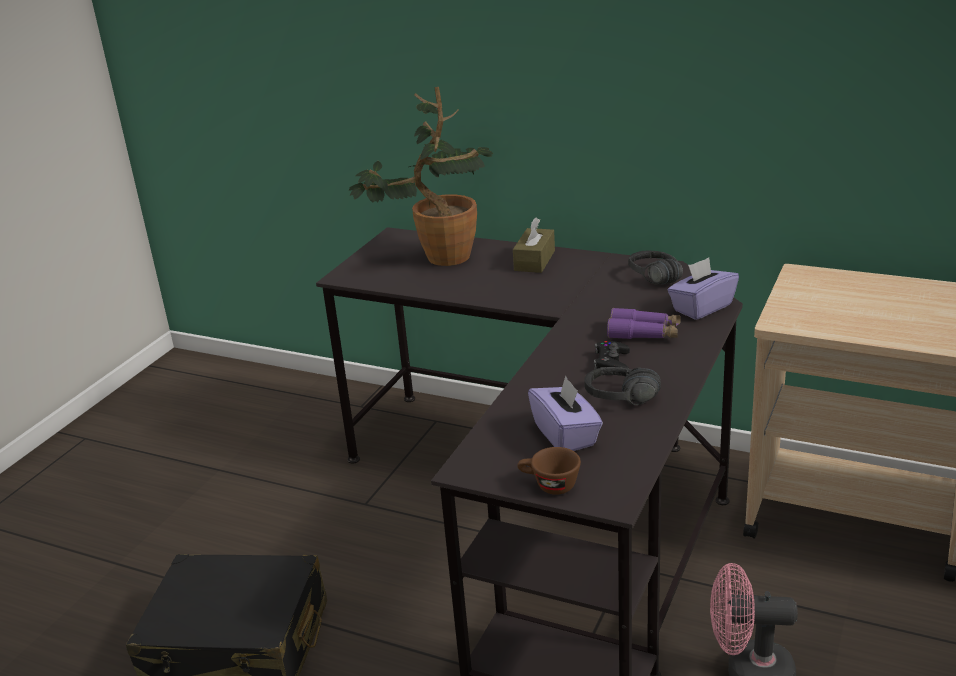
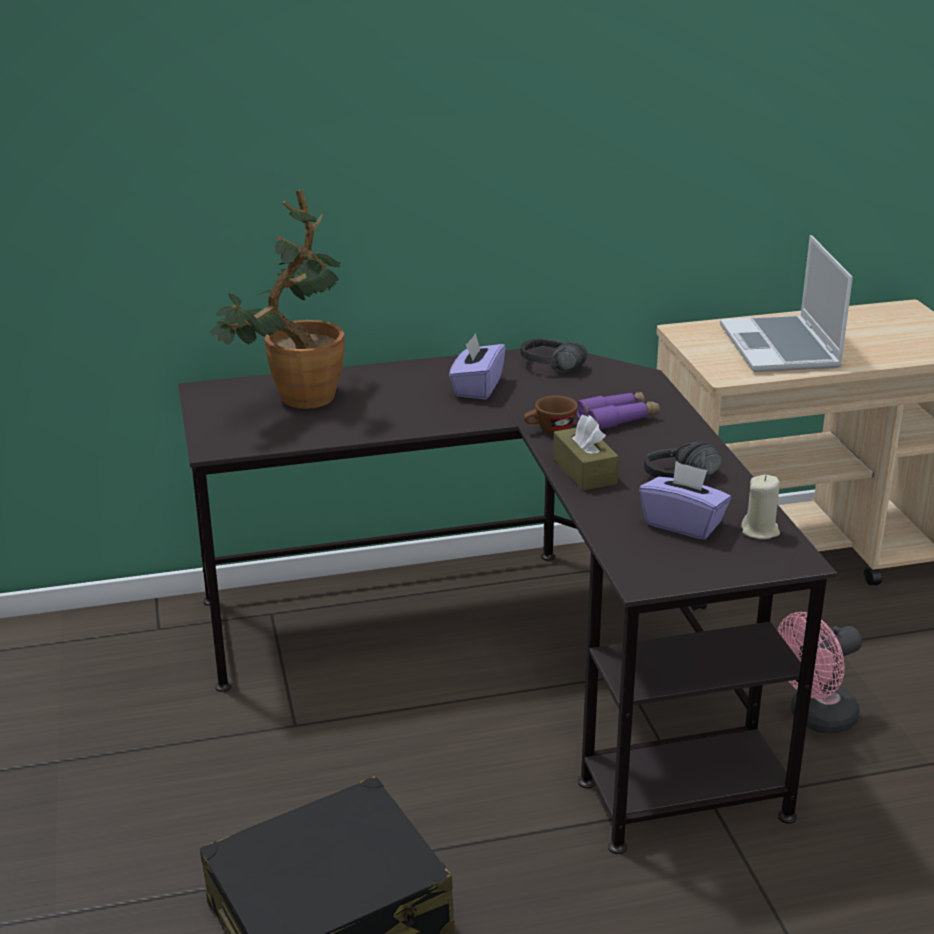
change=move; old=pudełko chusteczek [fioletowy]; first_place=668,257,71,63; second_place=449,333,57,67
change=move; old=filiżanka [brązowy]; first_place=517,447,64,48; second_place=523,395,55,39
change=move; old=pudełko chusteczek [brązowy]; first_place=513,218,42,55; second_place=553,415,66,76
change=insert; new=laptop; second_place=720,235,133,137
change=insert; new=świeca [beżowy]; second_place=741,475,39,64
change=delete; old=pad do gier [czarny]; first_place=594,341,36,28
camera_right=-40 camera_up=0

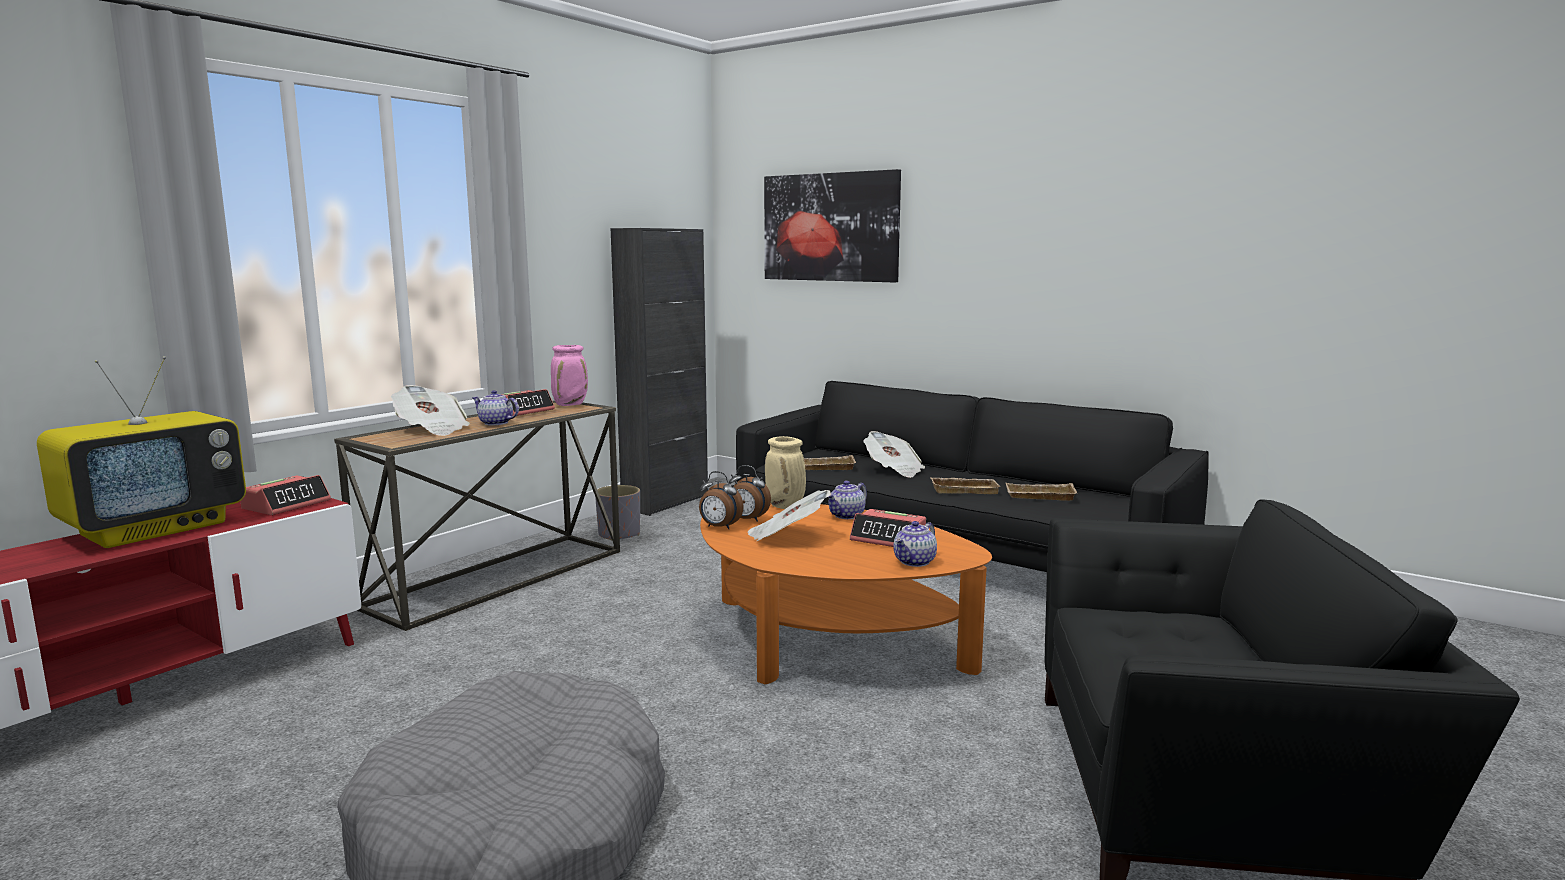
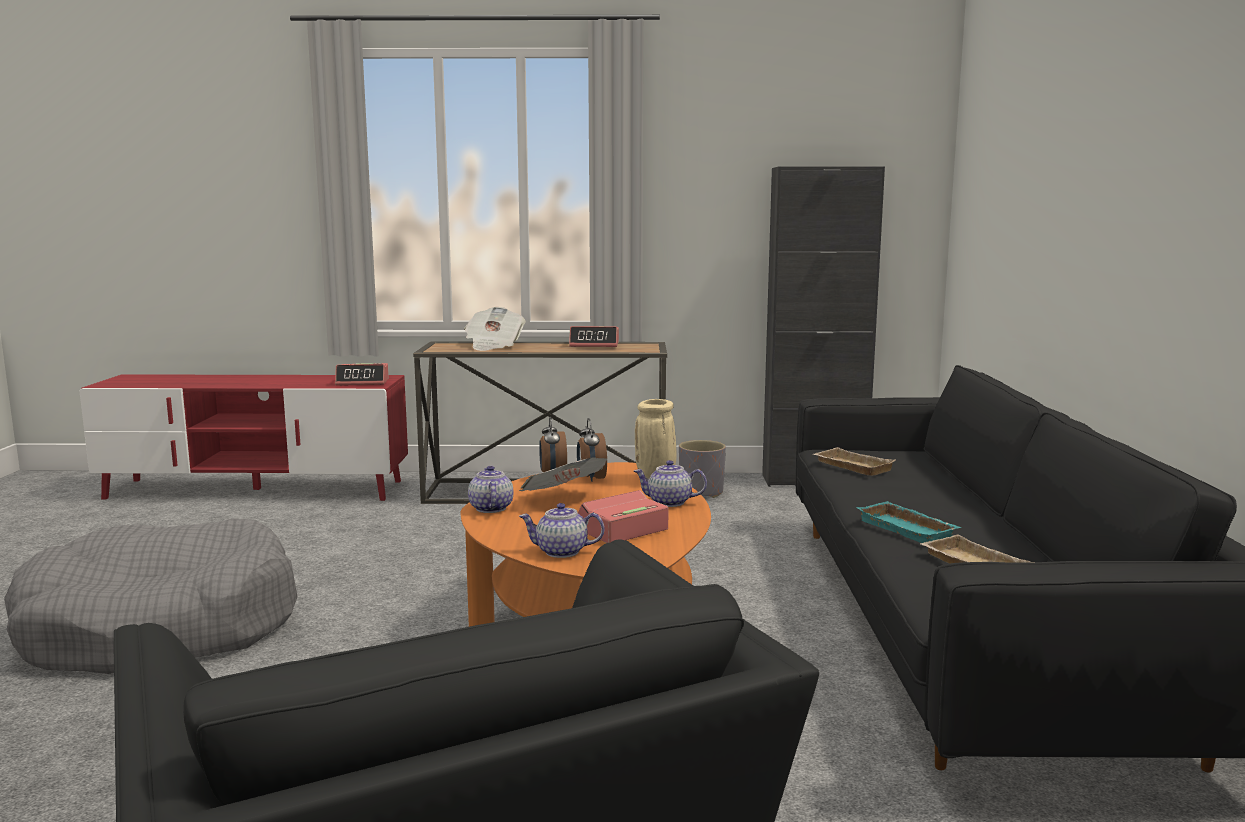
change=move; old=imbryk; first_place=472,390,47,36; second_place=468,466,45,47
change=rotate; old=budzik; first_place=850,509,76,38; second_place=578,490,90,53; degrees=60
change=recolor; old=taca [beżowy]; new=taca [turkusowy]; first_place=930,477,71,17; second_place=856,501,105,42
change=delete; old=telewizor; first_place=37,356,209,192
change=delete; old=wazon [różowy]; first_place=551,345,37,61
change=delete; old=obraz; first_place=764,169,137,113
change=delete; old=gazeta; first_place=864,431,61,47
camera_right=55 camera_up=0

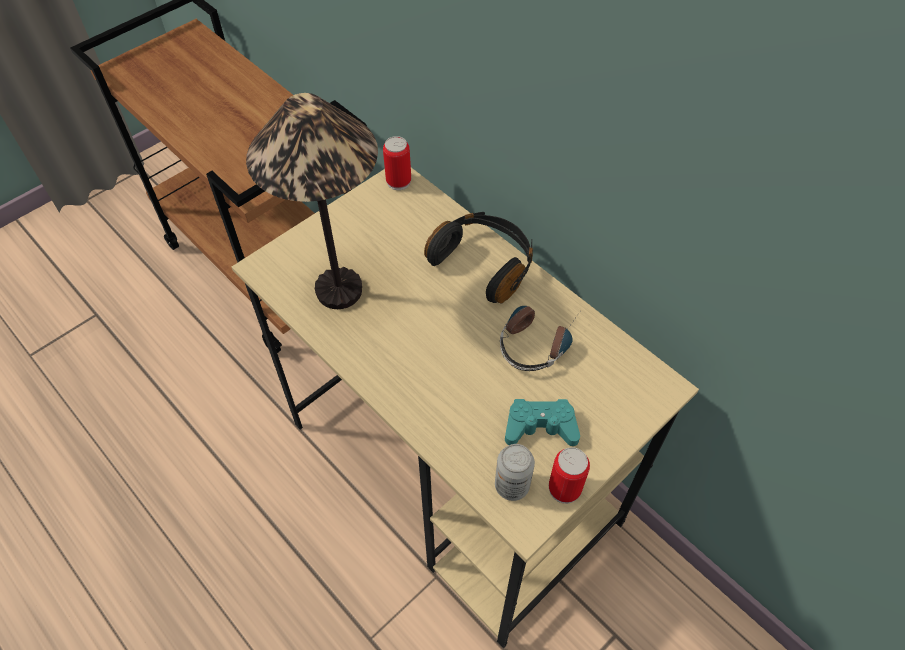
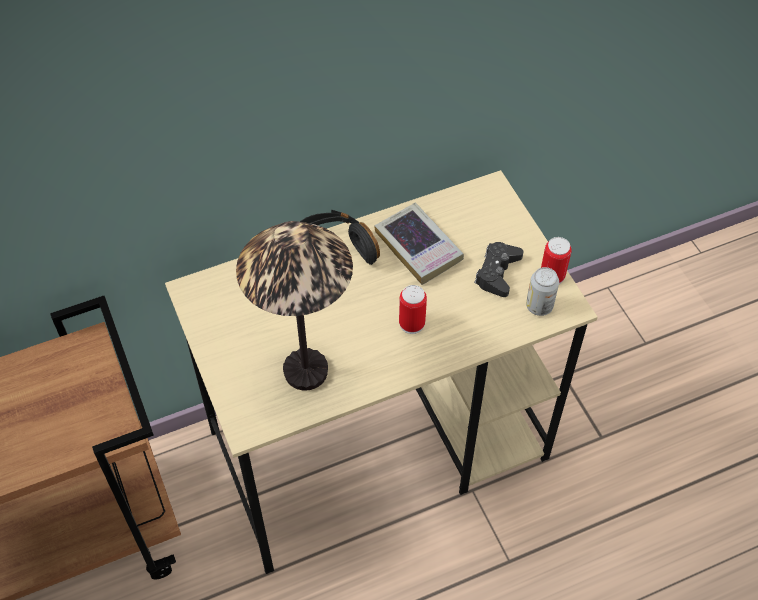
change=replace; old=słuchawki; new=książka; first_place=500,306,80,65; second_place=374,203,90,82
change=move; old=puszka; first_place=383,136,28,54; second_place=399,285,28,49
change=recolor; old=pad do gier [turkusowy]; new=pad do gier [czarny]; first_place=505,399,75,47; second_place=474,242,50,55
camera_right=-70 camera_up=0

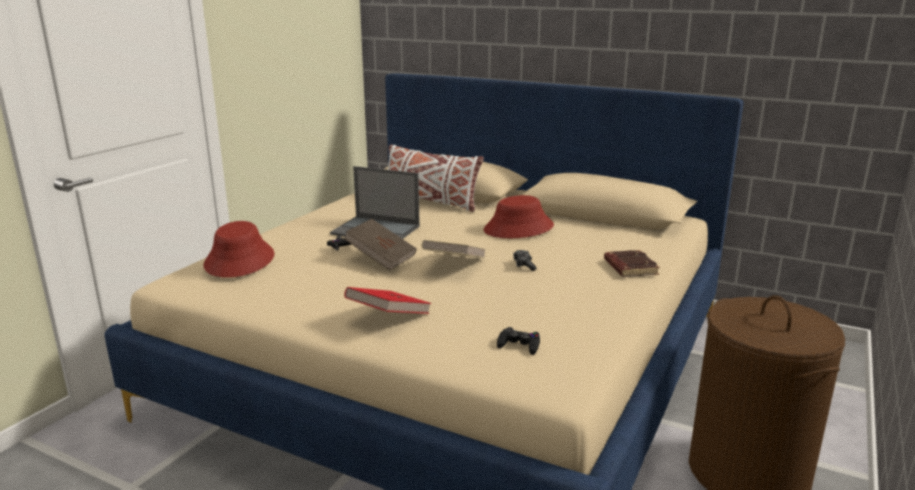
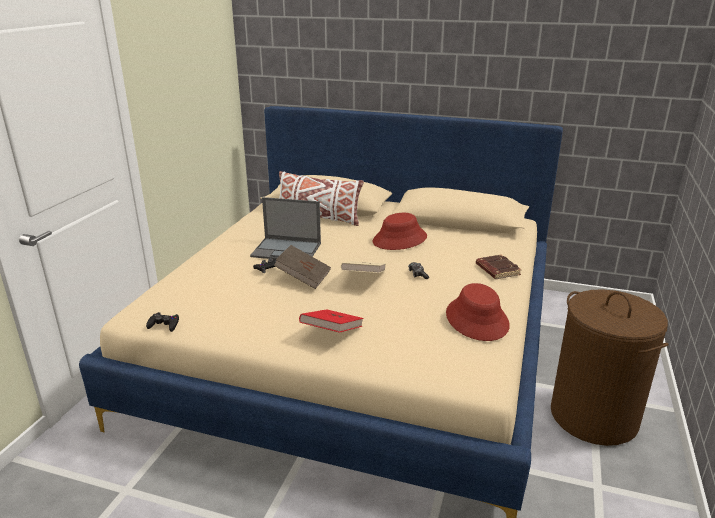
change=move; old=pad do gier [czarny]; first_place=497,327,43,28; second_place=146,312,33,20
change=move; old=kapelusz [czerwony]; first_place=203,221,71,57; second_place=446,283,64,58
camera_right=-10 camera_up=5

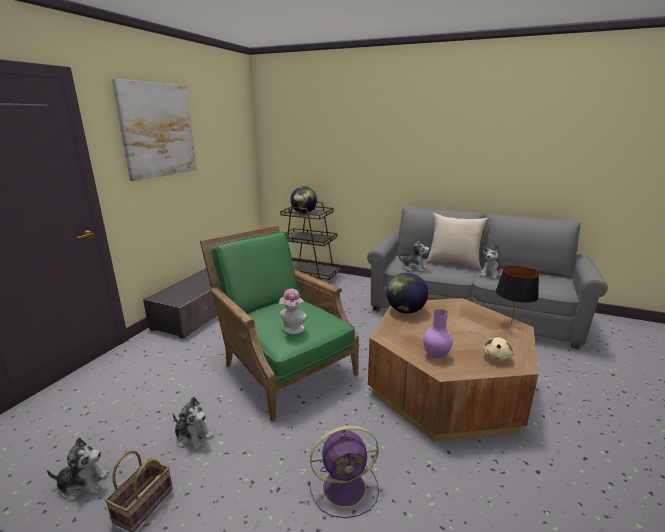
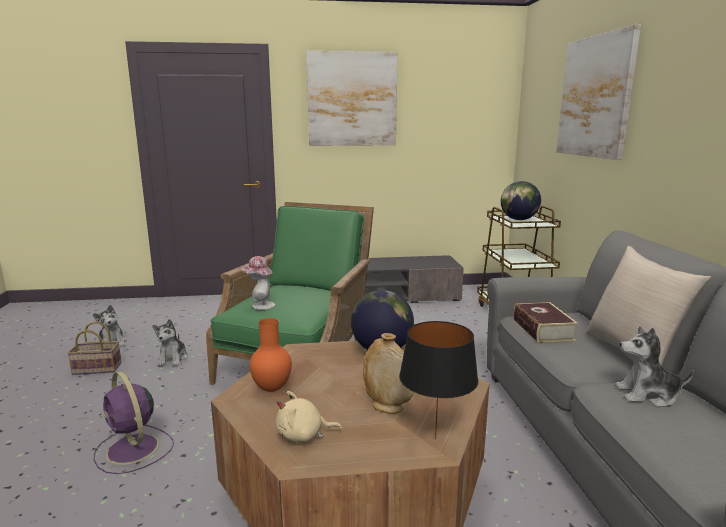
change=recolor; old=wazon [fioletowy]; new=wazon [pomarańczowy]; first_place=423,309,30,50; second_place=250,318,42,74
change=insert; new=wazon [beżowy]; second_place=363,333,51,81
change=replace; old=pluszak; new=książka; first_place=399,238,31,34; second_place=514,302,64,40
change=insert; new=obraz; second_place=556,24,85,136
camera_right=60 camera_up=-5

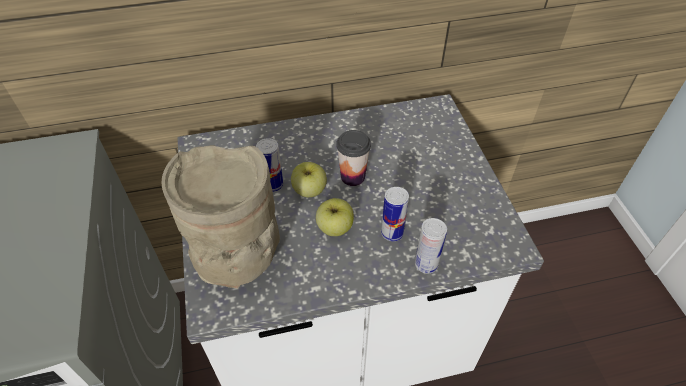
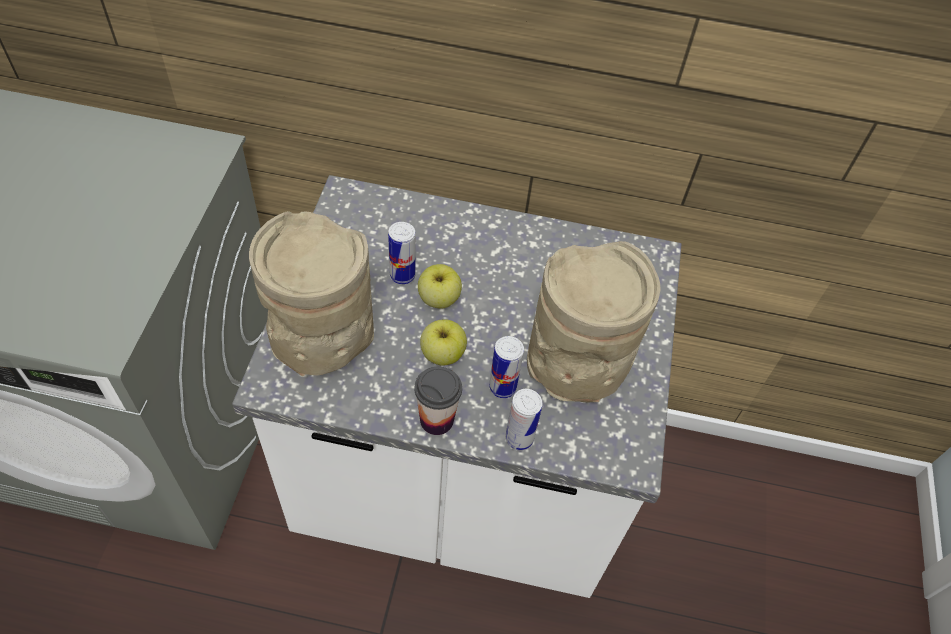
change=move; old=filiżanka; first_place=336,130,35,56; second_place=414,367,48,68
change=insert; new=wazon [beżowy]; second_place=527,241,134,161
camera_right=20 camera_up=5

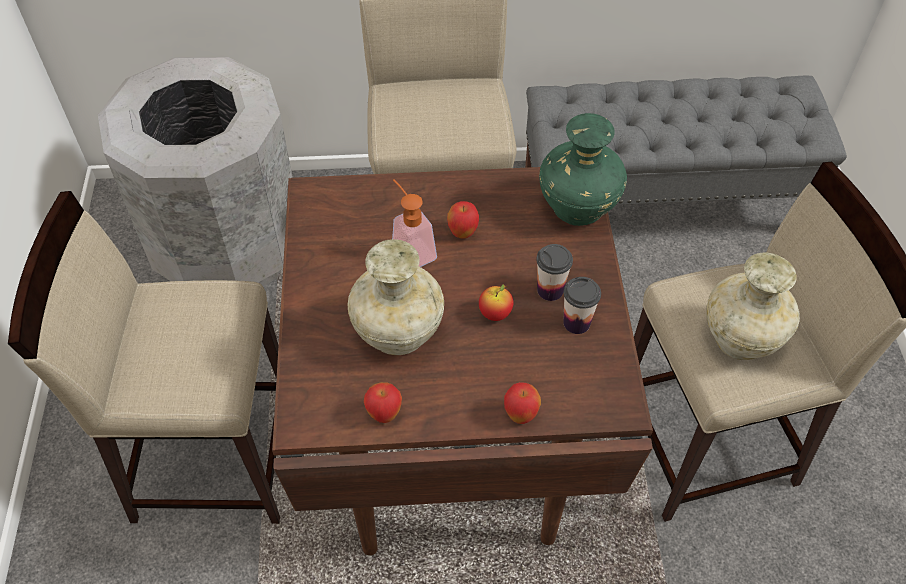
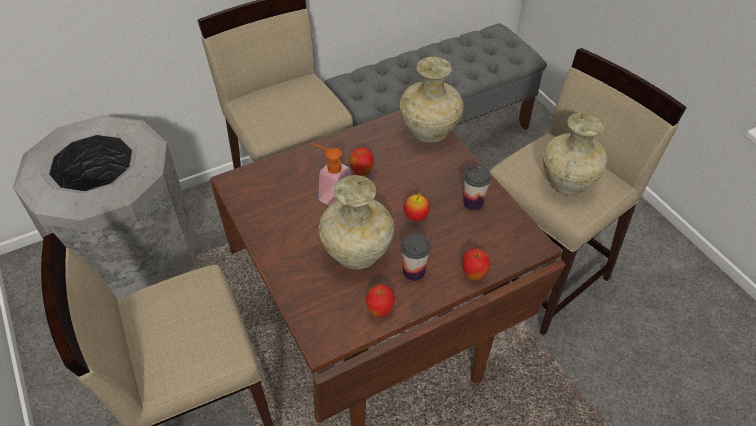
change=recolor; old=wazon [zielony]; new=wazon [beżowy]; first_place=539,113,88,113; second_place=400,57,63,86
change=move; old=filiżanka; first_place=536,244,37,57; second_place=401,234,30,47
camera_right=-25 camera_up=-5

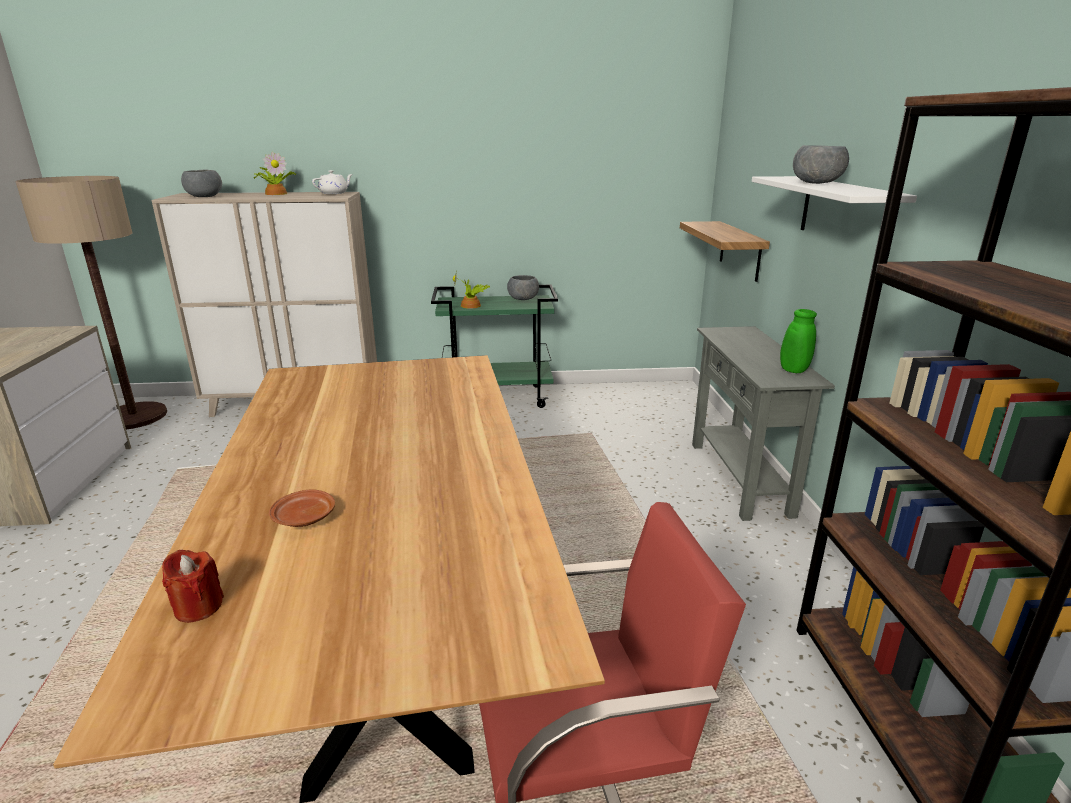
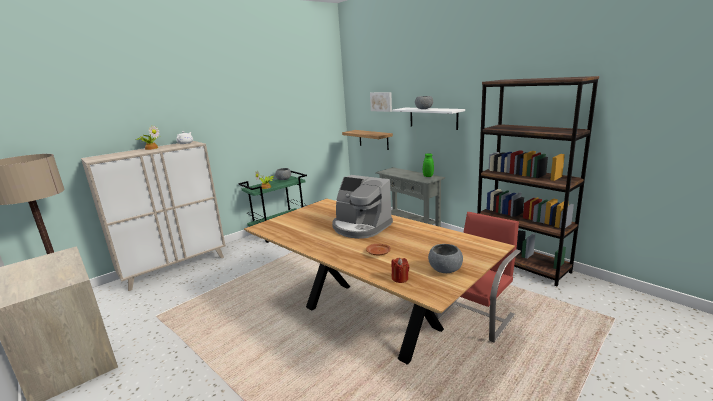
change=insert; new=ekspres do kawy; second_place=332,175,61,64
change=insert; new=obraz; second_place=370,92,22,20
change=move; old=miska [szary]; first_place=181,170,41,27; second_place=428,244,35,29
camera_right=-35 camera_up=-5

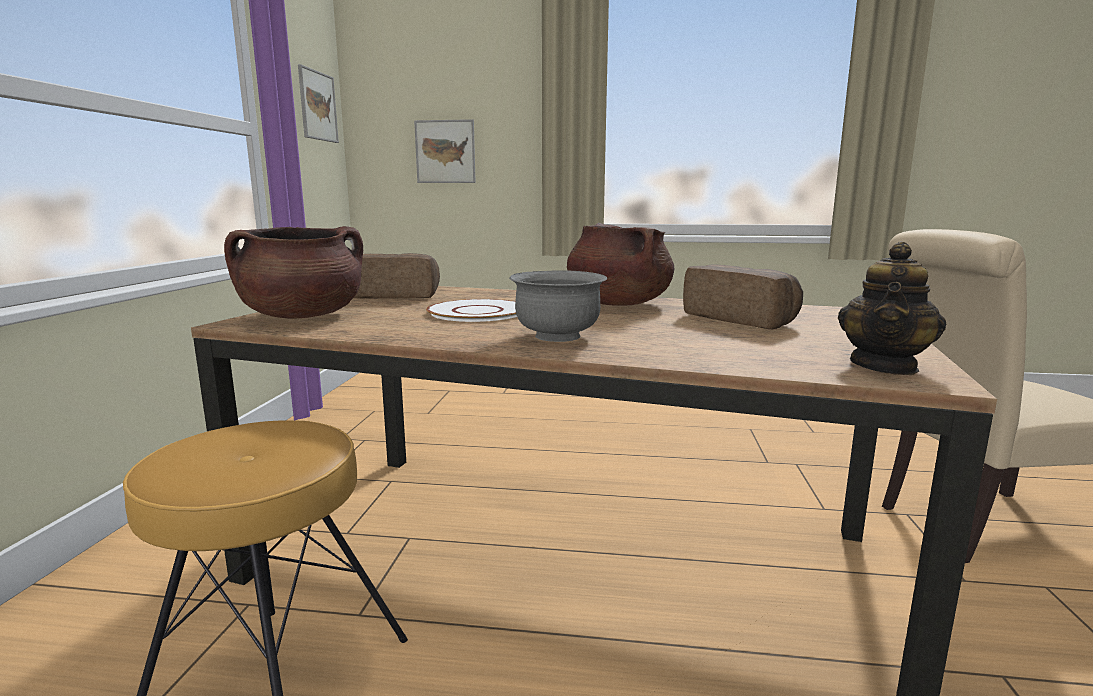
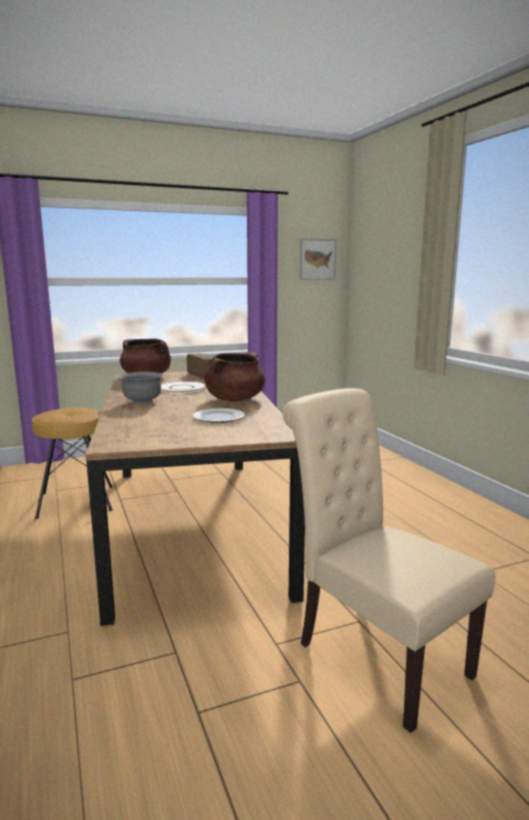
change=replace; old=chleb; new=talerz; first_place=683,265,120,64; second_place=193,408,52,15
change=delete; old=obraz; first_place=414,119,62,64
change=delete; old=imbryk; first_place=838,241,108,134
camera_right=60 camera_up=0

